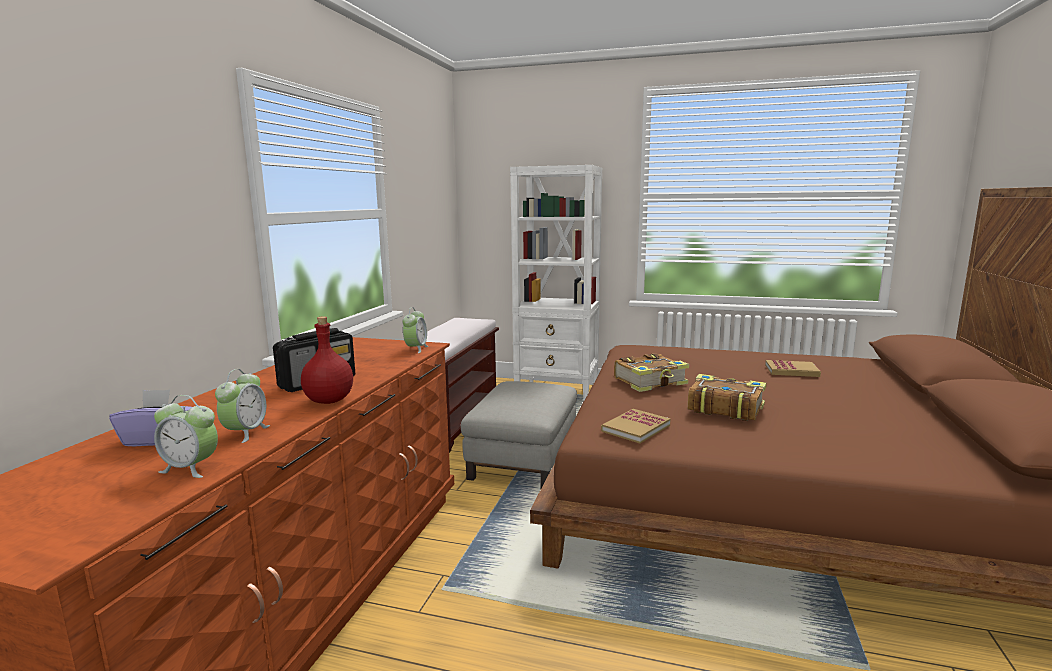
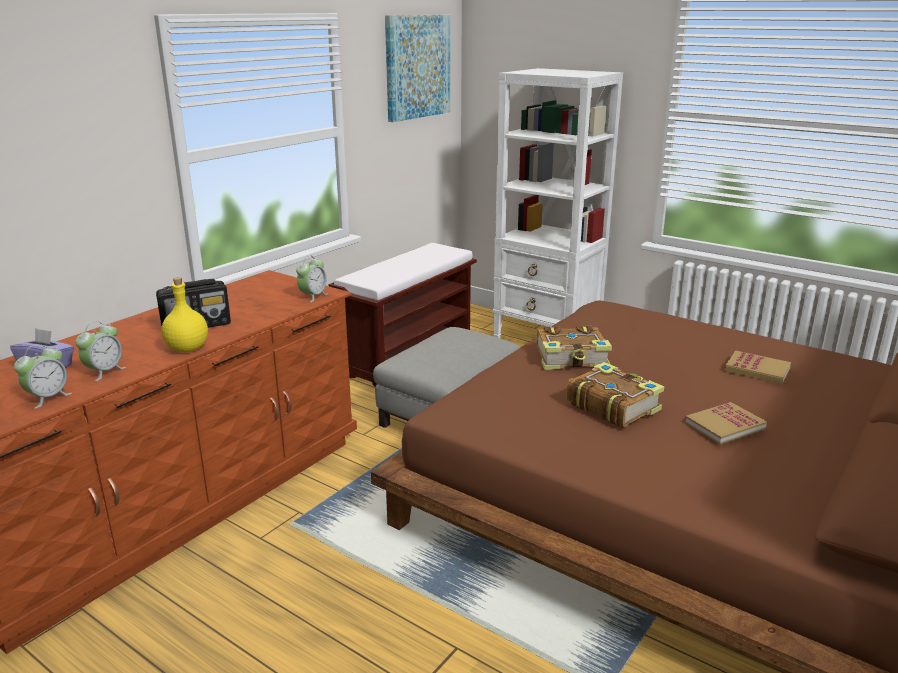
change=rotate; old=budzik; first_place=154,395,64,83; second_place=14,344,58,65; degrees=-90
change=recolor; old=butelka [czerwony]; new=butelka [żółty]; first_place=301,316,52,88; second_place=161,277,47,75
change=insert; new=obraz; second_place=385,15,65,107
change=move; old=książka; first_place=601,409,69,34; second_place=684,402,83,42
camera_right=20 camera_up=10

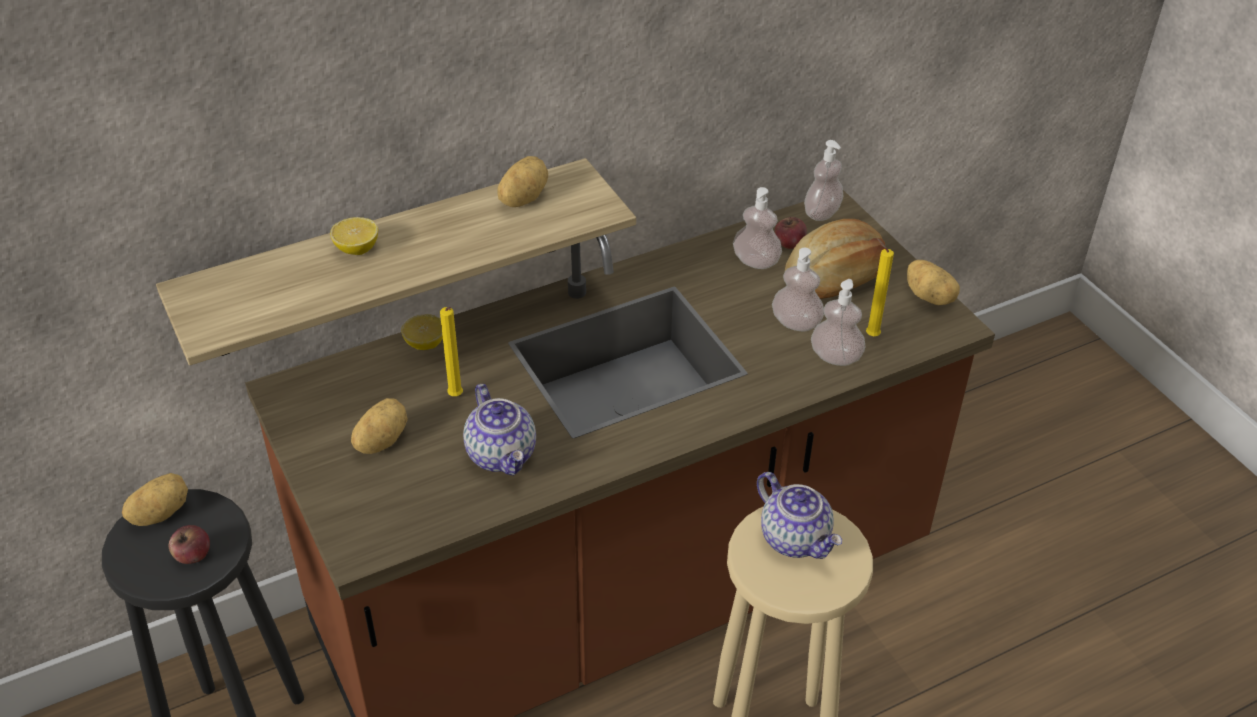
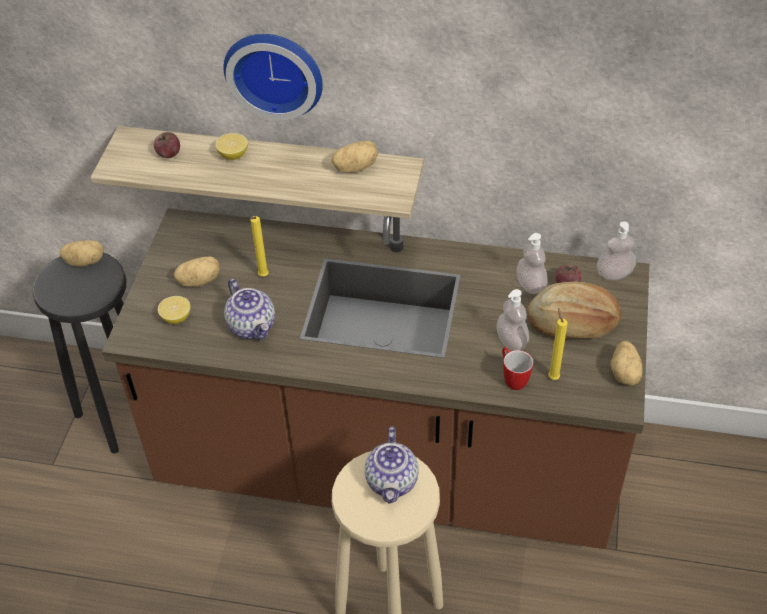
change=move; old=jabłko; first_place=169,525,41,39; second_place=154,132,26,26
change=move; old=cytryna; first_place=401,314,42,36; second_place=158,296,33,28
change=insert; new=zegar ścienny; second_place=223,34,100,86
change=rotate; old=imbryk; first_place=463,384,73,92; second_place=224,279,51,61; degrees=-45
change=replace; old=dozownik mydła; new=kubek; first_place=811,279,54,87; second_place=502,347,31,43
camera_right=40 camera_up=5

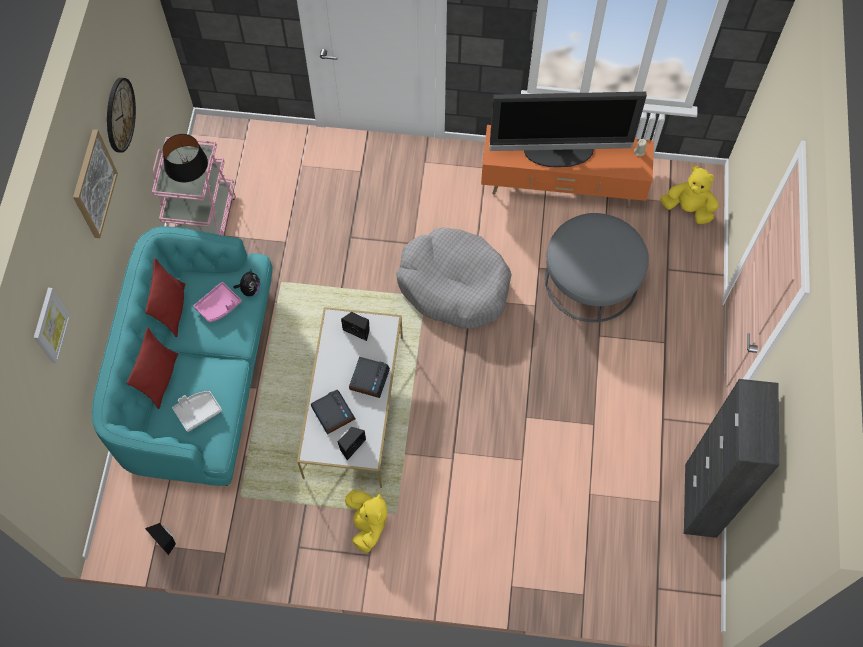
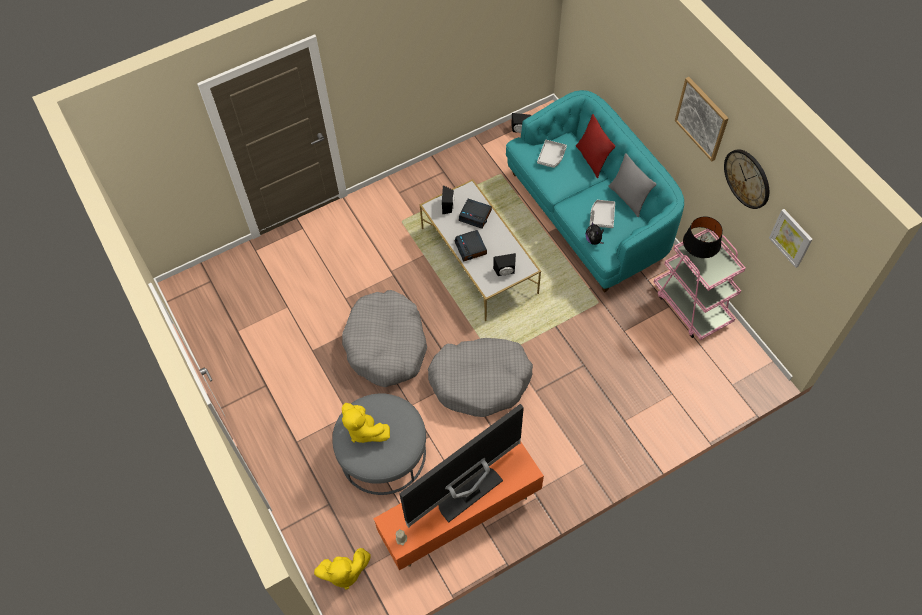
change=insert; new=legowisko [szary]; second_place=342,290,85,97
change=move; old=pluszak [żółty]; first_place=345,490,42,63; second_place=342,403,48,40
change=recolor; old=taca [różowy]; new=taca [szary]; first_place=193,282,49,40; second_place=590,200,25,28
change=recolor; old=poduszka [czerwony]; new=poduszka [szary]; first_place=145,258,40,79; second_place=608,153,48,64
change=move; old=obraz; first_place=34,288,36,76; second_place=769,209,44,59
change=delete; old=szafka [czarny]; first_place=684,379,96,159
camera_right=145 camera_up=-5

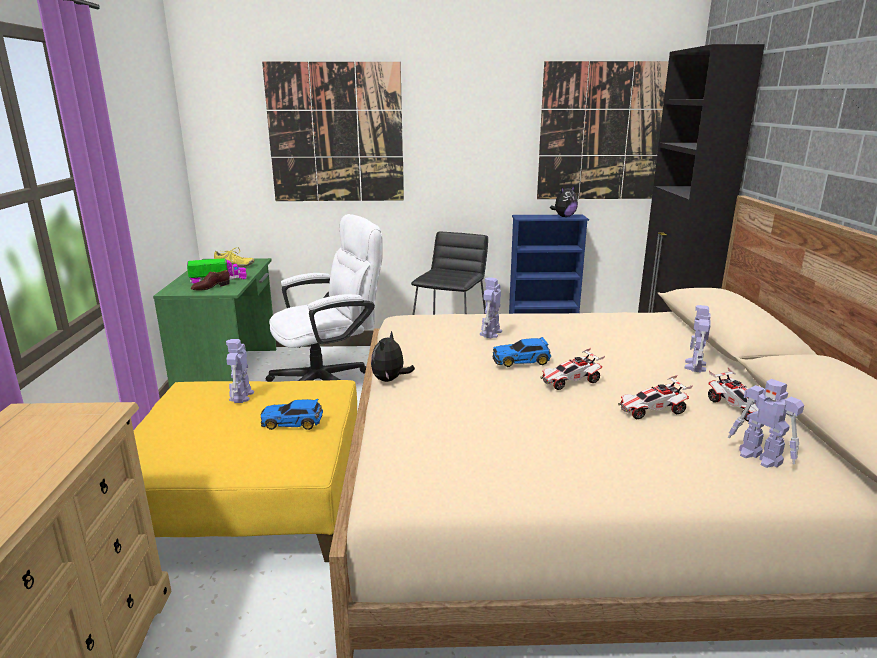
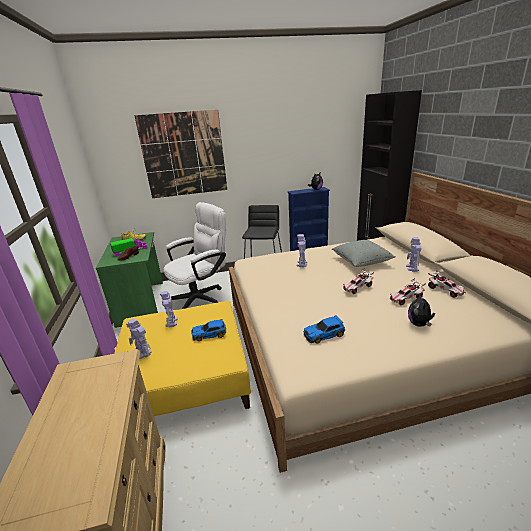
change=move; old=robot zabawkowy; first_place=728,379,76,89; second_place=126,318,25,41
change=move; old=samochodzik; first_place=492,337,59,30; second_place=304,315,41,29
change=insert; new=poduszka [szary]; second_place=332,240,63,27
change=move; old=pluszak; first_place=371,331,44,51; second_place=408,293,27,34
change=delete; old=obraz; first_place=537,61,132,138
camera_right=-10 camera_up=5

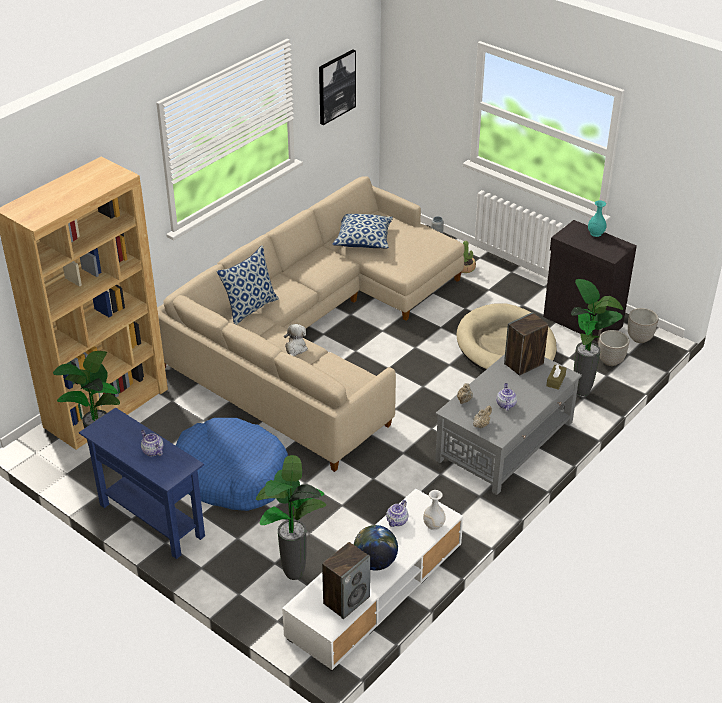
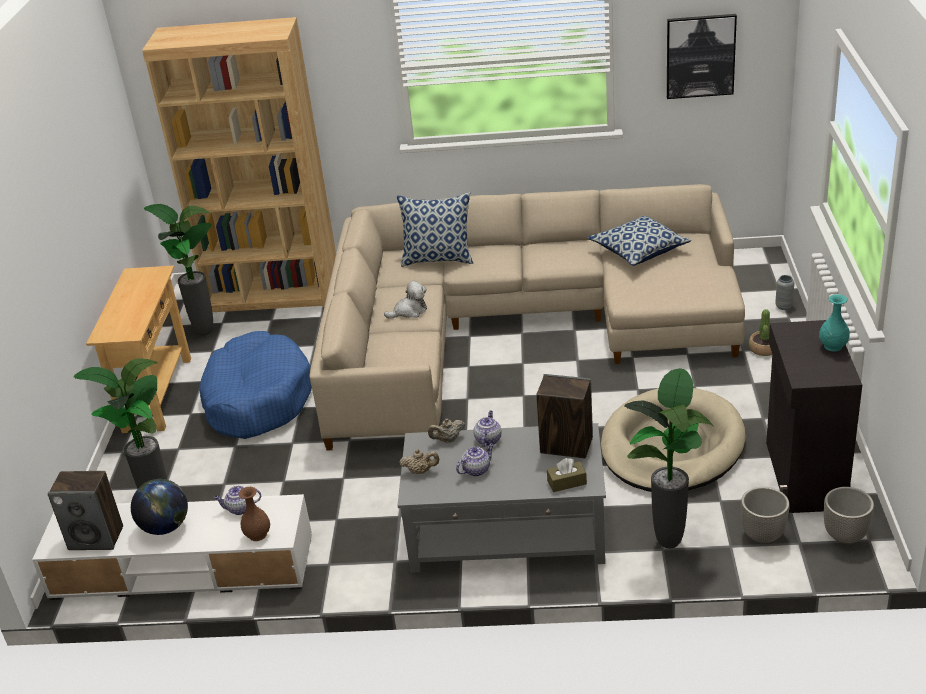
change=recolor; old=stolik konsolowy [niebieski]; new=stolik konsolowy [beżowy]; first_place=79,408,126,151; second_place=86,265,105,168
change=recolor; old=wazon [biały]; new=wazon [brązowy]; first_place=423,490,23,40; second_place=238,487,32,54
change=move; old=imbryk; first_place=141,430,22,26; second_place=473,411,29,36
camera_right=55 camera_up=-5

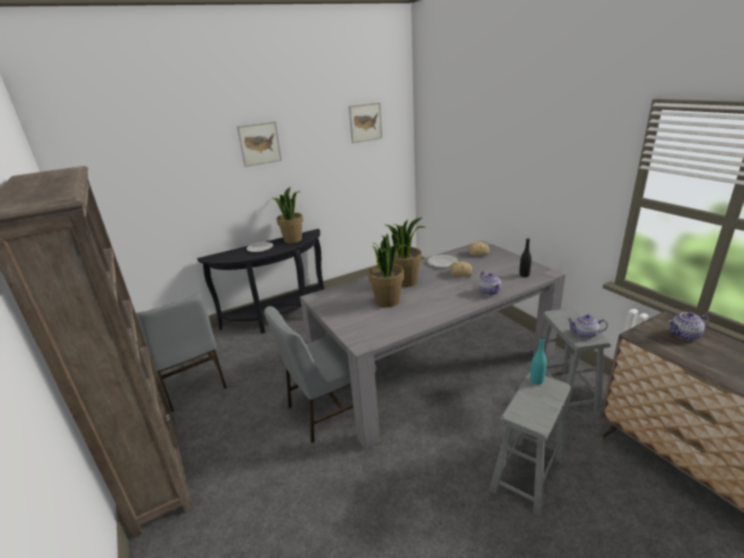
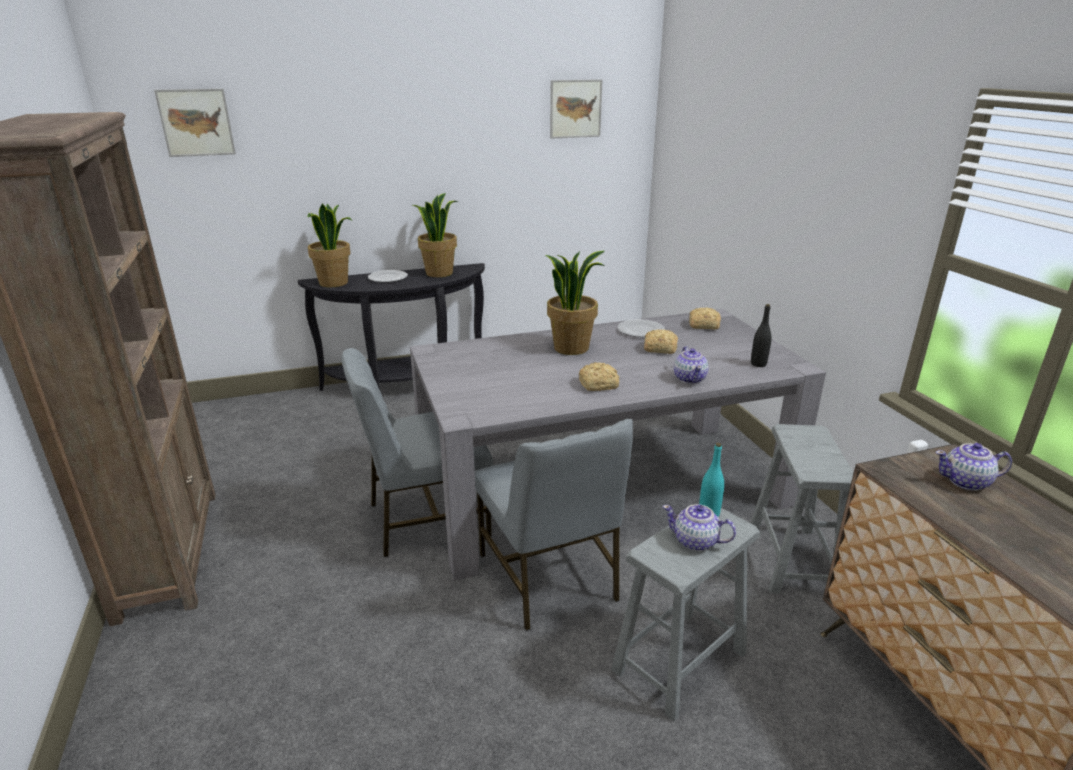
change=move; old=obraz; first_place=237,122,45,45; second_place=154,89,82,68
change=move; old=roślina doniczkowa; first_place=368,233,39,74; second_place=308,204,44,83
change=move; old=krzesło [szary]; first_place=136,292,91,120; second_place=475,419,158,212
change=insert; new=chleb; second_place=579,362,40,29
change=move; old=imbryk; first_place=567,314,41,25; second_place=662,504,74,47
camera_right=10 camera_up=0

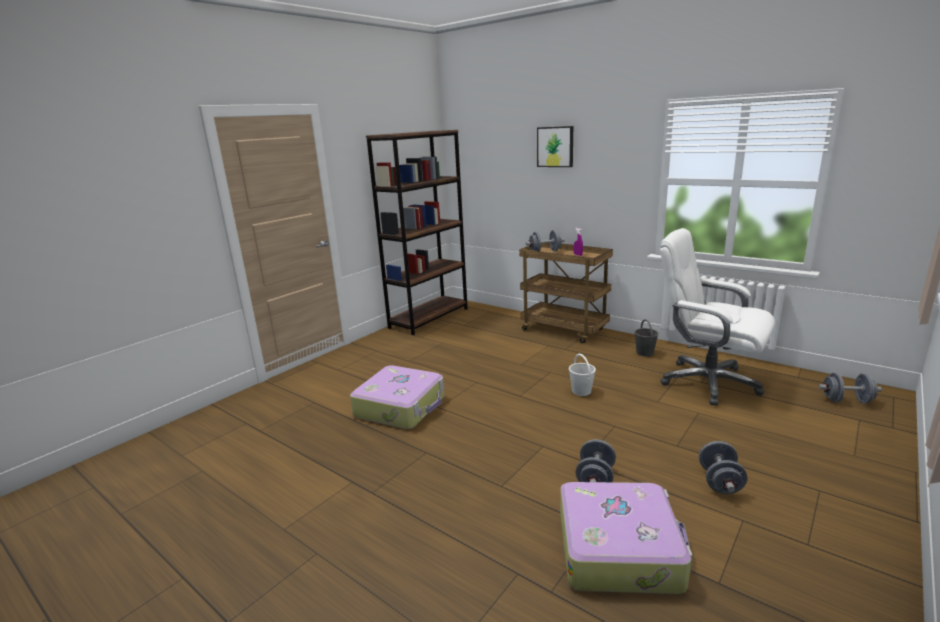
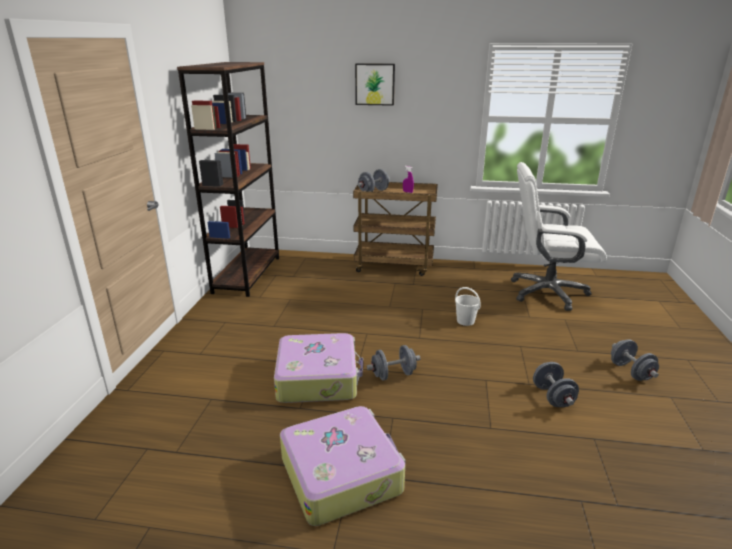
change=move; old=walizka; first_place=560,482,133,112; second_place=280,406,126,120
change=move; old=hantel [szary]; first_place=818,373,64,31; second_place=367,345,54,35
change=delete; old=wiadro [szary]; first_place=634,319,25,37
camera_right=-30 camera_up=5

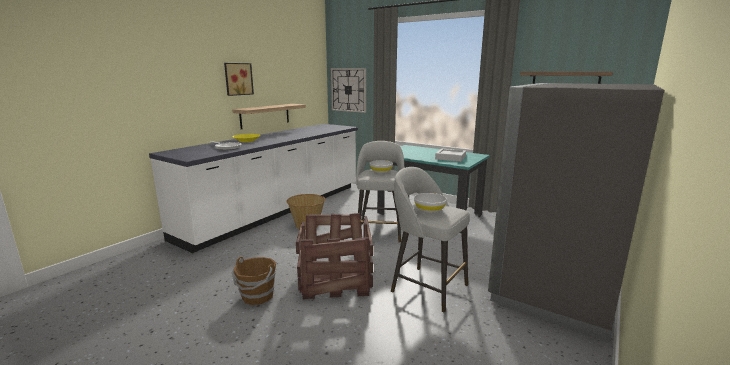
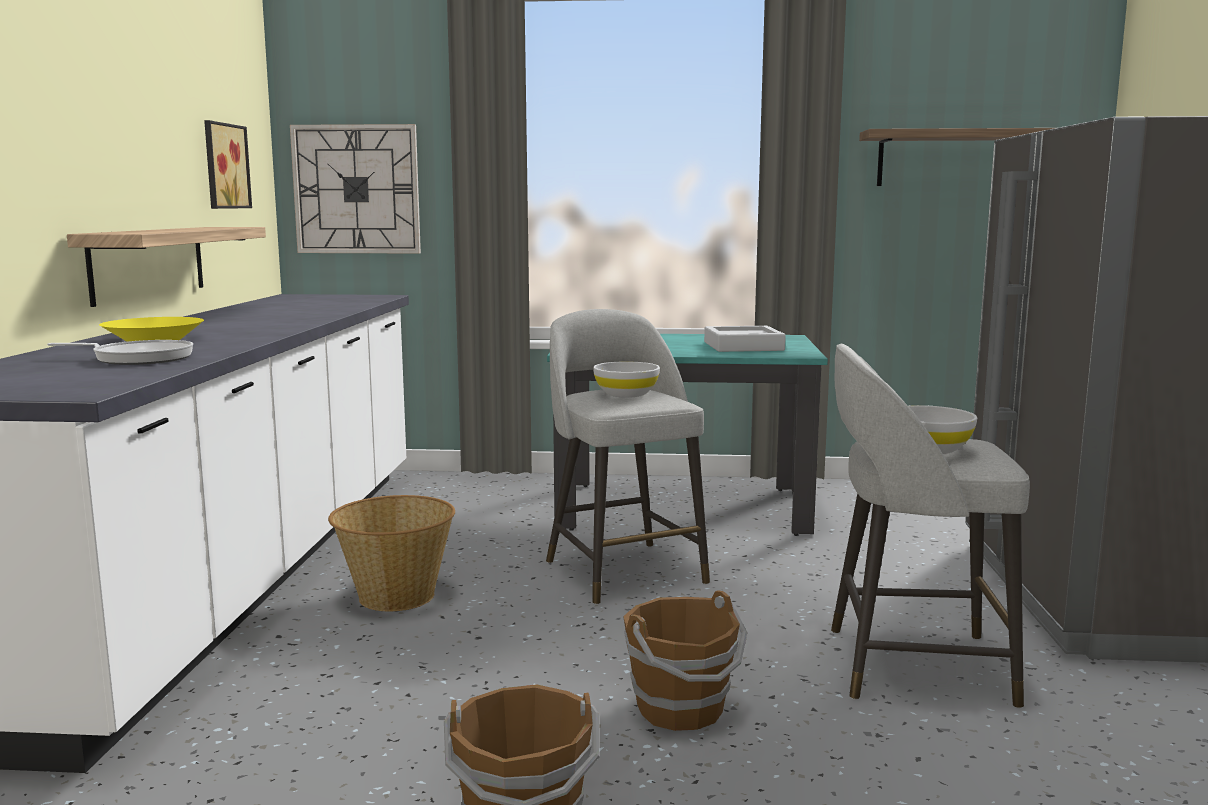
change=move; old=obraz; first_place=224,63,30,33; second_place=204,120,48,89
change=replace; old=skrzynka; new=wiadro [brązowy]; first_place=296,213,77,86; second_place=623,590,124,141
camera_right=-30 camera_up=-5

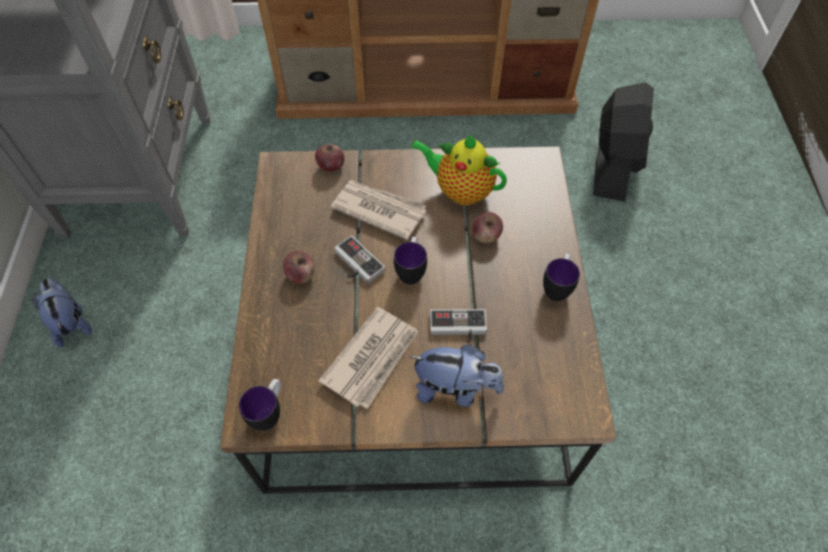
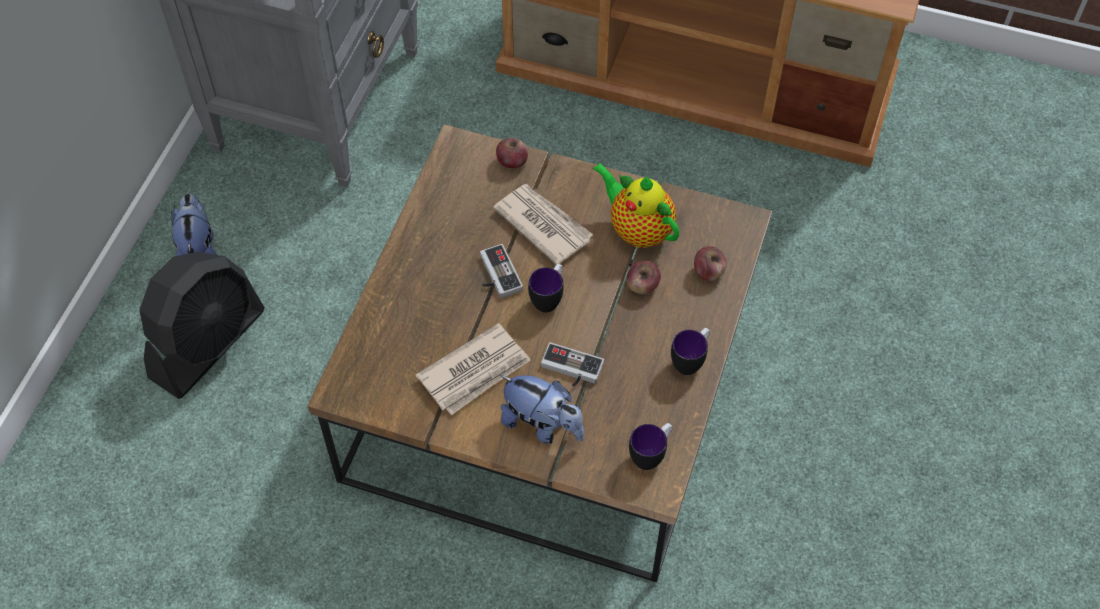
change=move; old=wentylator [czarny]; first_place=593,82,61,120; second_place=139,252,126,147
change=move; old=kubek; first_place=239,379,42,52; second_place=629,423,44,47
change=move; old=jabłko; first_place=283,251,32,33; second_place=694,246,33,35
camera_right=20 camera_up=0

